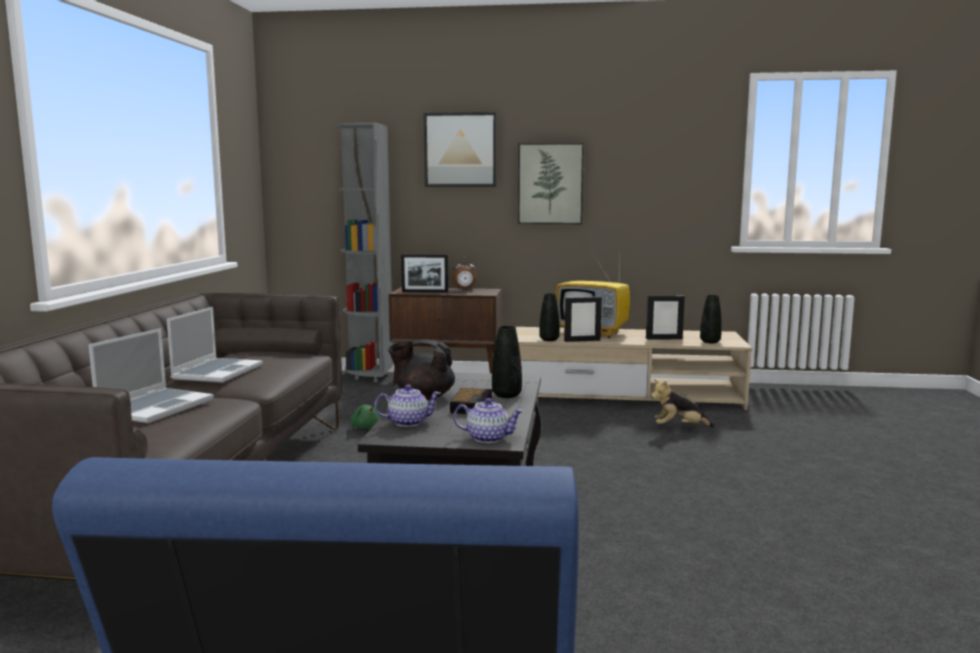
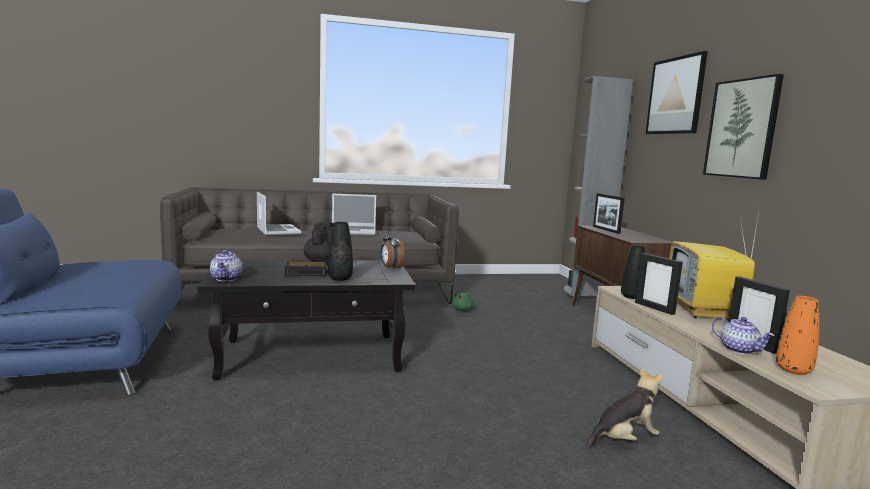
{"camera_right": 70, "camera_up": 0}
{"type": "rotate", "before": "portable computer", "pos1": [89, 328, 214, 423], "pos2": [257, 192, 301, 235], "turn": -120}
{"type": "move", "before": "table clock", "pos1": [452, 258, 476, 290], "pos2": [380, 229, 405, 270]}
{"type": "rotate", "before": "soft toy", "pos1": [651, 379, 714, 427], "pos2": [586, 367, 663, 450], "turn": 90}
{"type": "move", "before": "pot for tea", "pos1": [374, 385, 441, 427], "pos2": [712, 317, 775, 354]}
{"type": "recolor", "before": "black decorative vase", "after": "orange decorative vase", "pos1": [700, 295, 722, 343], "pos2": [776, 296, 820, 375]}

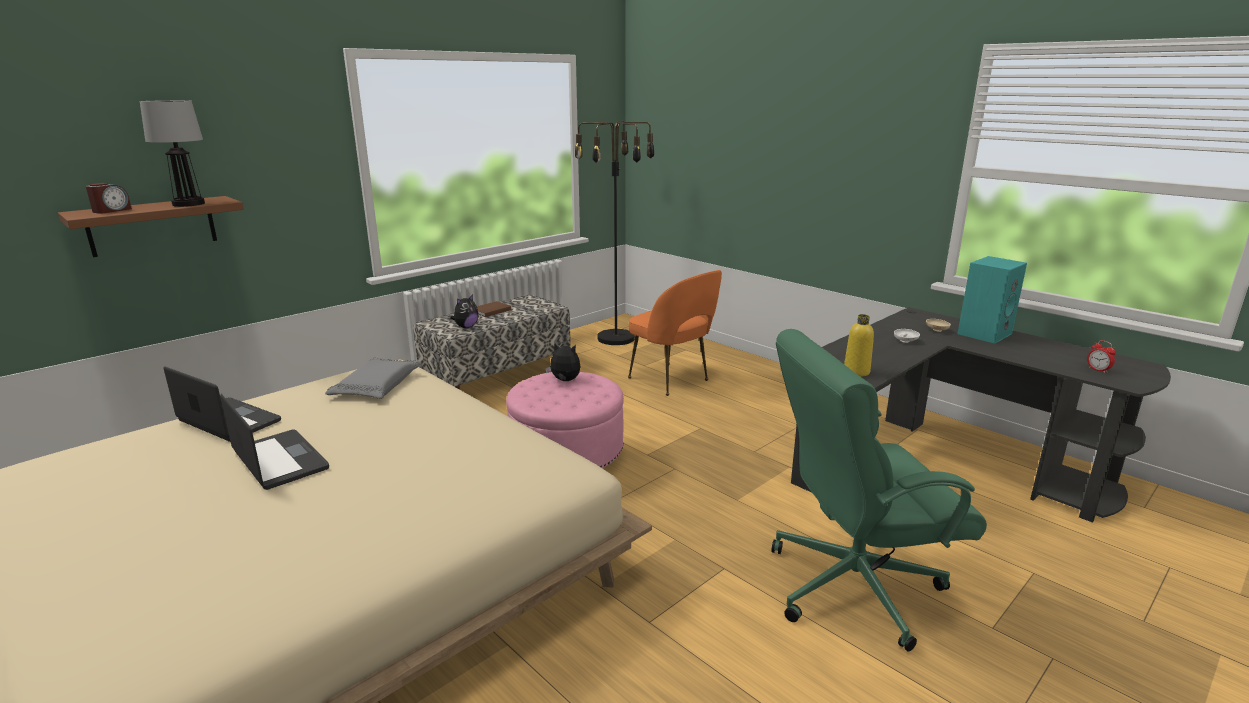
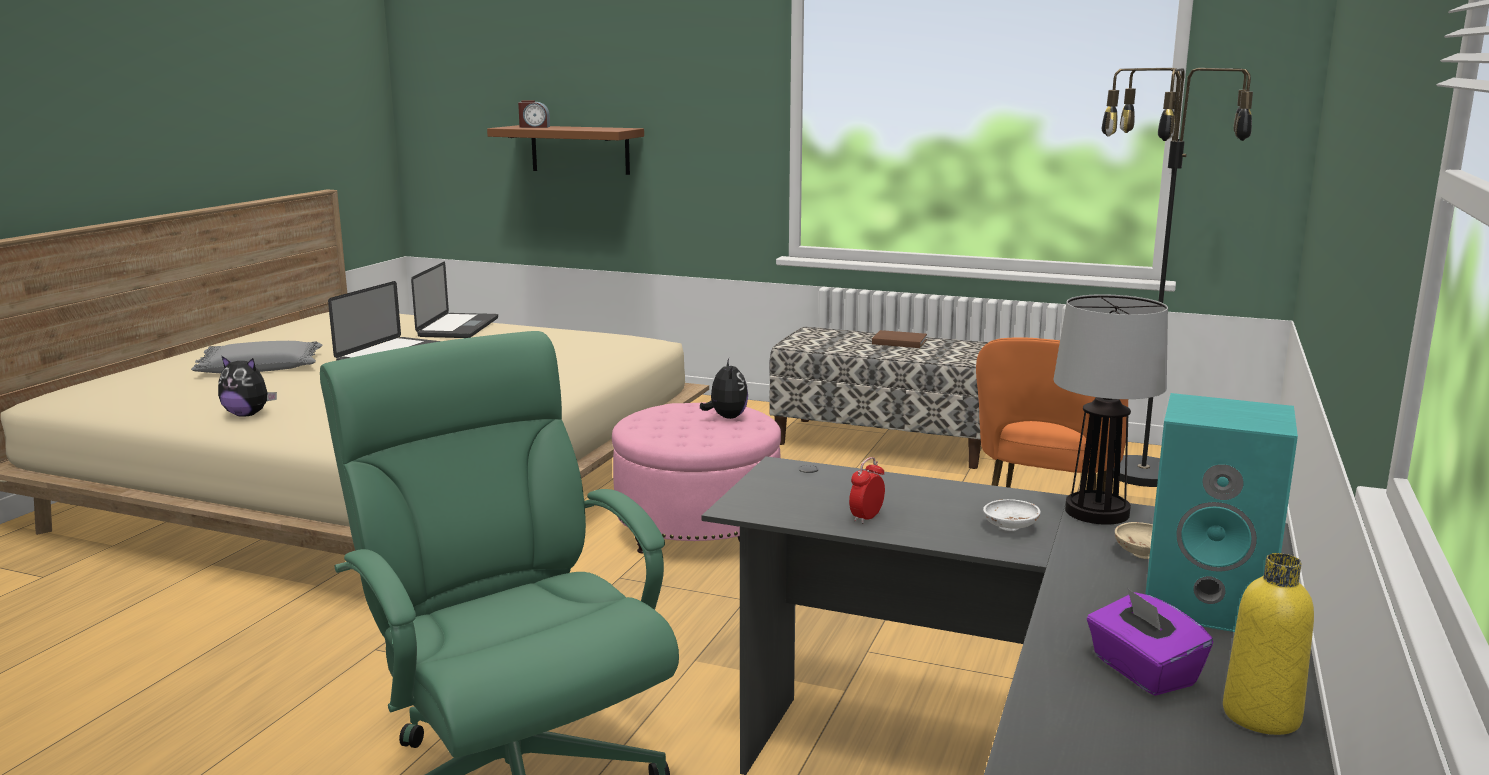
{"camera_right": 65, "camera_up": -5}
{"type": "move", "before": "grey cushion", "pos1": [325, 357, 422, 399], "pos2": [191, 341, 322, 373]}
{"type": "move", "before": "soft toy", "pos1": [450, 294, 479, 328], "pos2": [218, 356, 277, 417]}
{"type": "move", "before": "table clock", "pos1": [1087, 340, 1116, 373], "pos2": [849, 457, 885, 524]}
{"type": "move", "before": "lamp for a table", "pos1": [140, 100, 205, 207], "pos2": [1053, 294, 1168, 525]}
{"type": "insert", "after": "purple-coloured tissue box", "pos2": [1087, 587, 1213, 696]}
{"type": "move", "before": "yellow-coloured bottle", "pos1": [844, 314, 874, 377], "pos2": [1223, 553, 1314, 735]}

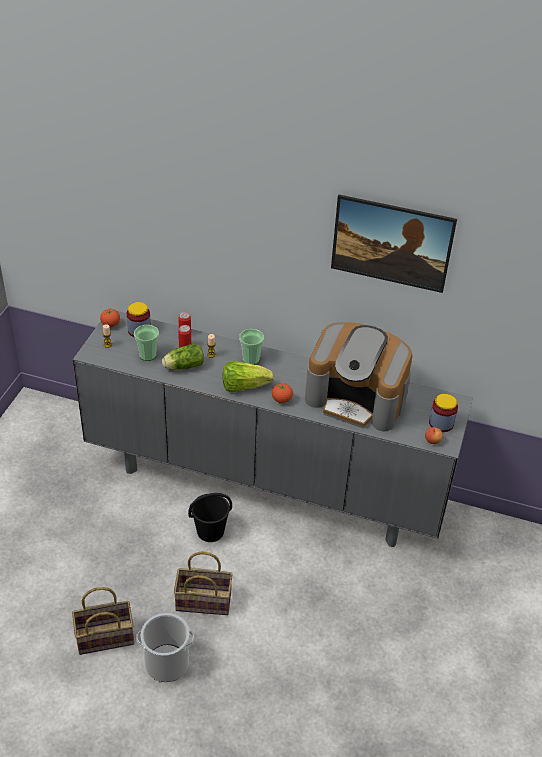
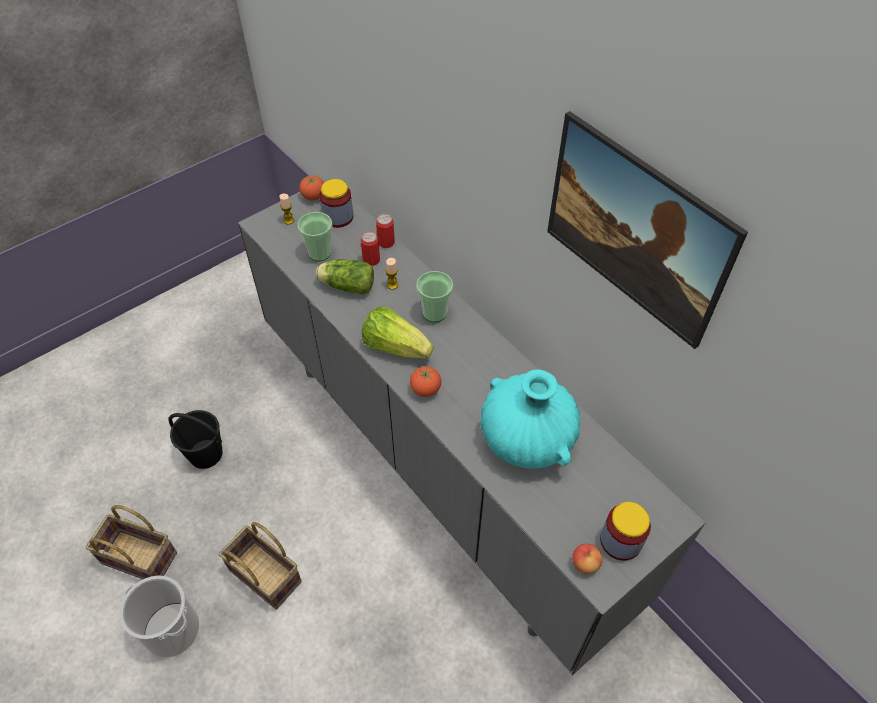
{"camera_right": 35, "camera_up": 10}
{"type": "move", "before": "black water bucket", "pos1": [188, 493, 232, 542], "pos2": [168, 410, 223, 469]}
{"type": "replace", "before": "coffee machine", "after": "turquoise-coloured decorative vase", "pos1": [305, 322, 412, 431], "pos2": [480, 369, 580, 469]}

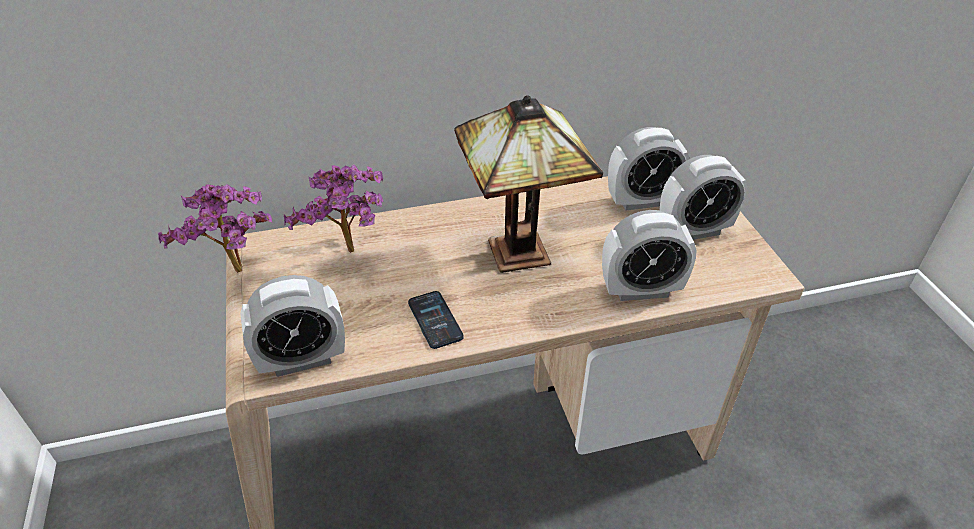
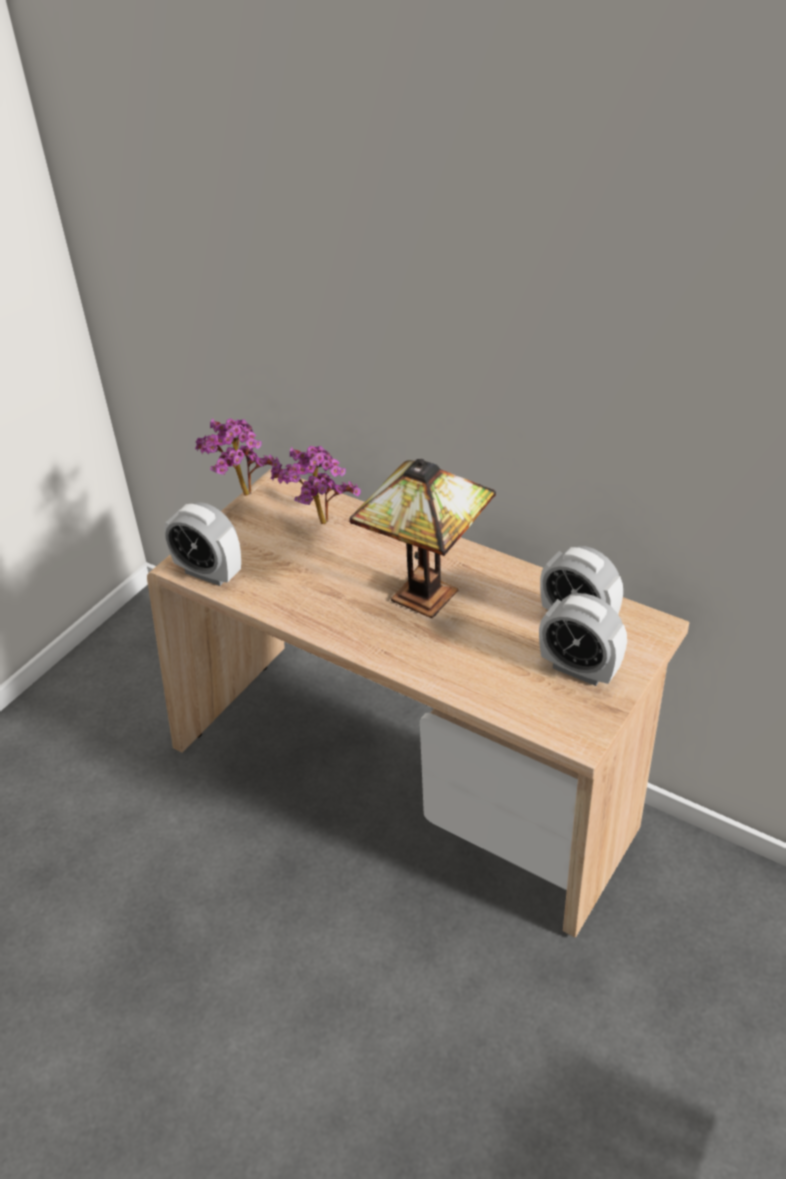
{"camera_right": 50, "camera_up": 0}
{"type": "delete", "before": "handset", "pos1": [408, 291, 464, 349]}
{"type": "delete", "before": "table clock", "pos1": [602, 210, 697, 301]}

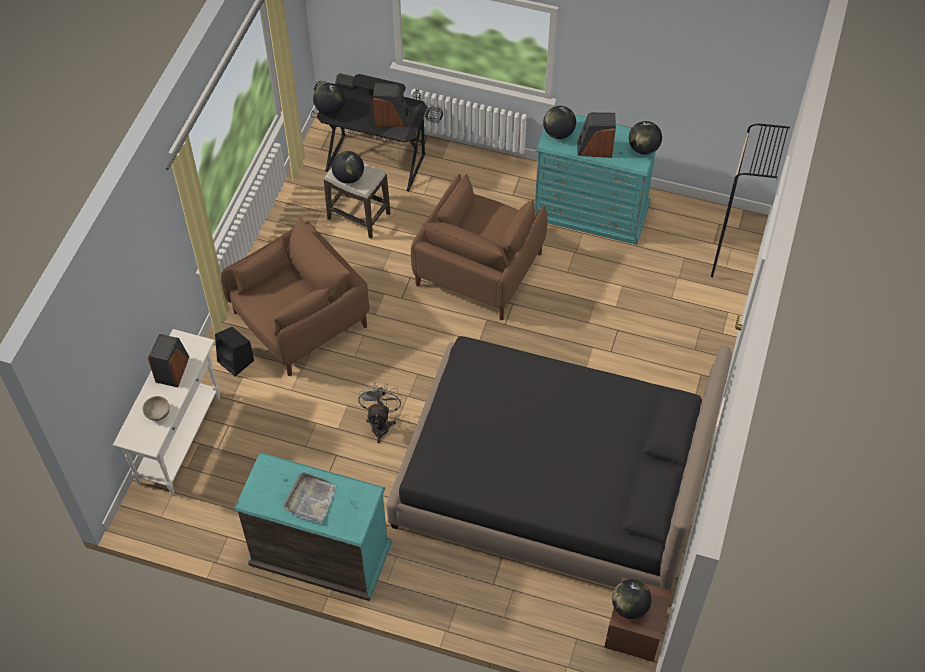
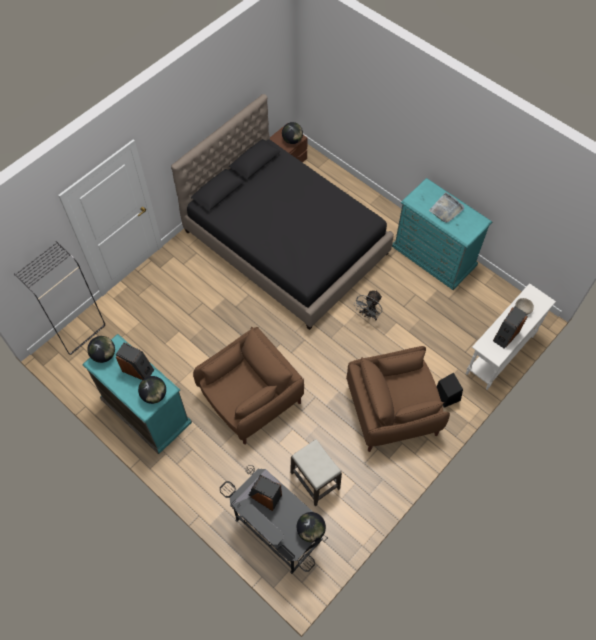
{"camera_right": -155, "camera_up": 5}
{"type": "delete", "before": "world globe", "pos1": [332, 151, 364, 184]}

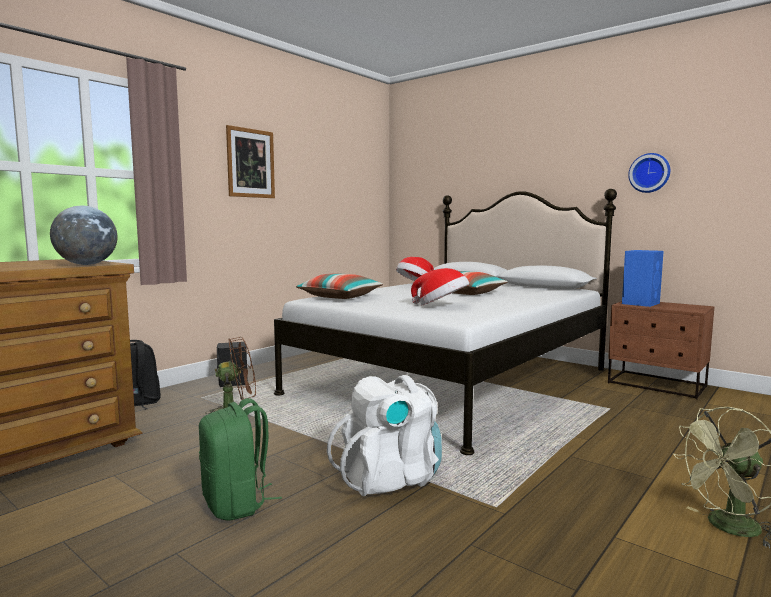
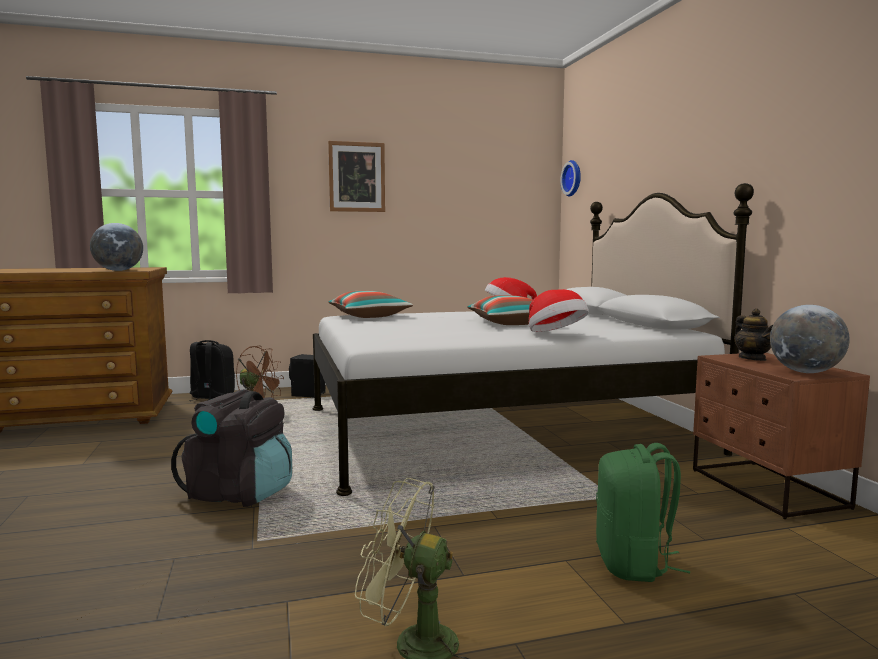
{"camera_right": 35, "camera_up": 0}
{"type": "recolor", "before": "white backpack", "after": "black backpack", "pos1": [327, 375, 442, 496], "pos2": [171, 389, 292, 507]}
{"type": "move", "before": "hat", "pos1": [411, 268, 469, 306], "pos2": [529, 289, 589, 332]}
{"type": "move", "before": "wall clock", "pos1": [628, 153, 670, 193], "pos2": [561, 160, 581, 197]}
{"type": "move", "before": "green-coloured backpack", "pos1": [199, 398, 282, 520], "pos2": [596, 443, 690, 582]}
{"type": "replace", "before": "bluish loudspeaker", "after": "pot for tea", "pos1": [622, 250, 664, 307], "pos2": [734, 309, 773, 361]}
{"type": "insert", "after": "world globe", "pos2": [770, 305, 850, 373]}

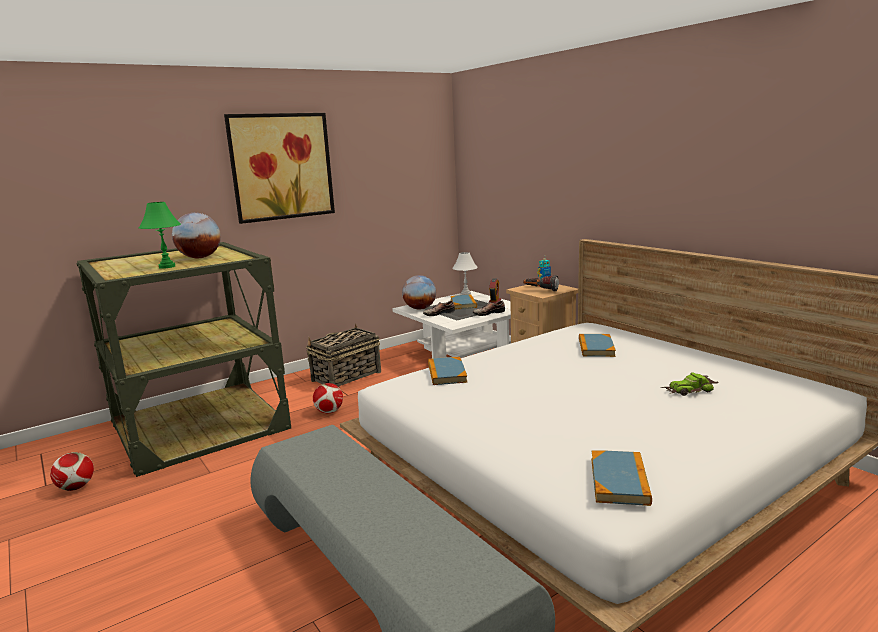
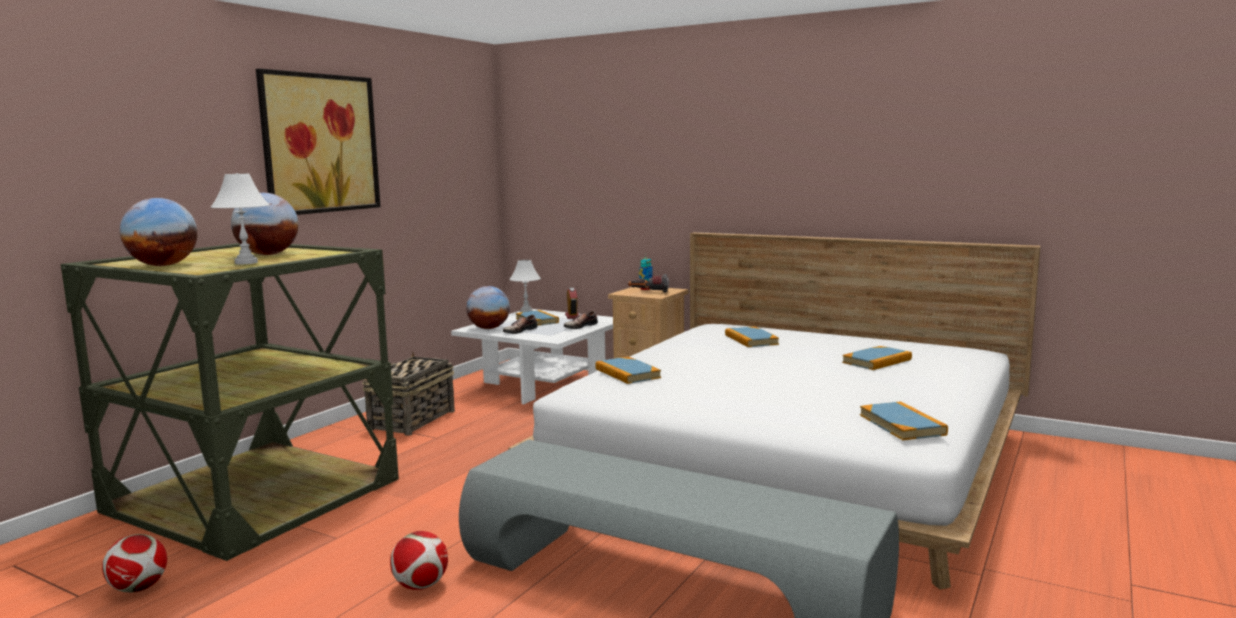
{"camera_right": -25, "camera_up": -5}
{"type": "insert", "after": "world globe", "pos2": [120, 198, 198, 266]}
{"type": "recolor", "before": "green-coloured lamp for a table", "after": "white lamp for a table", "pos1": [139, 202, 181, 269], "pos2": [211, 173, 269, 264]}
{"type": "move", "before": "football ball", "pos1": [313, 383, 343, 414], "pos2": [390, 531, 448, 590]}
{"type": "replace", "before": "toy car", "after": "volume", "pos1": [660, 372, 719, 396], "pos2": [842, 346, 912, 370]}

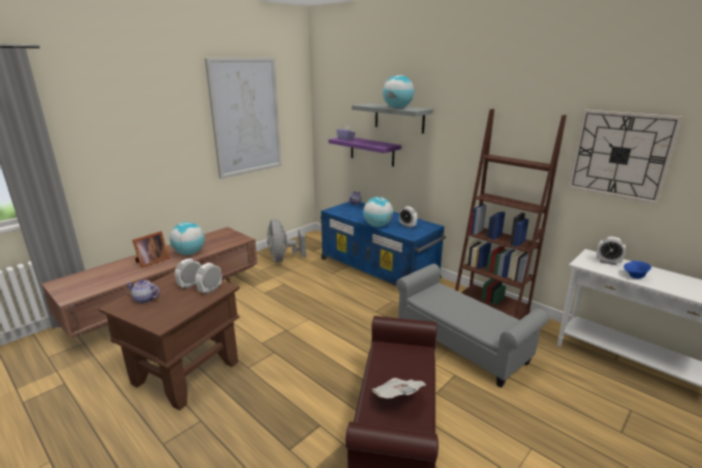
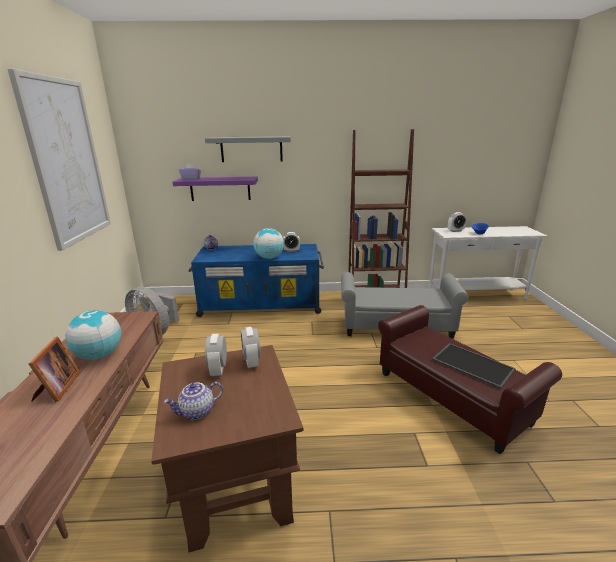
{"camera_right": -45, "camera_up": 0}
{"type": "replace", "before": "daily paper", "after": "carrying tray", "pos1": [371, 378, 426, 398], "pos2": [432, 343, 516, 390]}
{"type": "delete", "before": "world globe", "pos1": [383, 75, 414, 108]}
{"type": "delete", "before": "wall clock", "pos1": [568, 110, 683, 204]}

